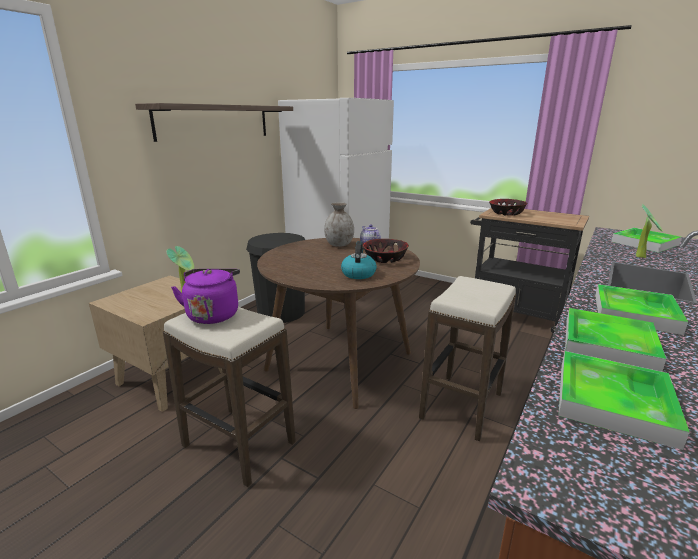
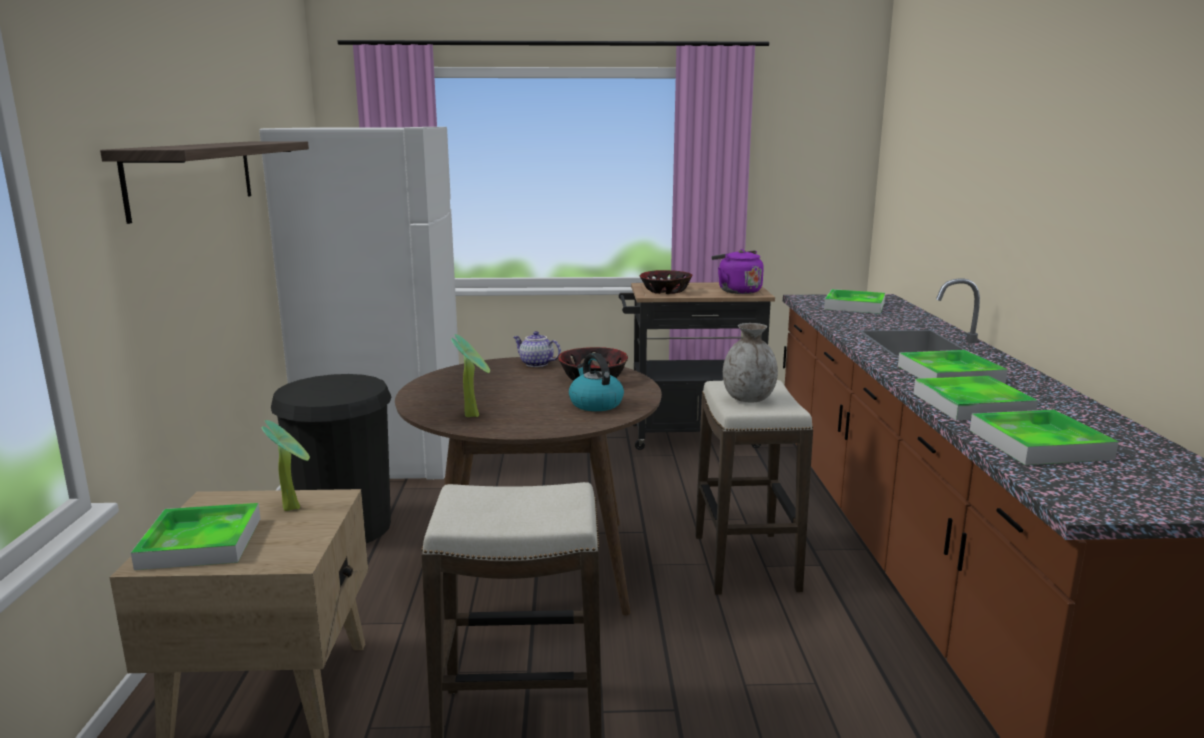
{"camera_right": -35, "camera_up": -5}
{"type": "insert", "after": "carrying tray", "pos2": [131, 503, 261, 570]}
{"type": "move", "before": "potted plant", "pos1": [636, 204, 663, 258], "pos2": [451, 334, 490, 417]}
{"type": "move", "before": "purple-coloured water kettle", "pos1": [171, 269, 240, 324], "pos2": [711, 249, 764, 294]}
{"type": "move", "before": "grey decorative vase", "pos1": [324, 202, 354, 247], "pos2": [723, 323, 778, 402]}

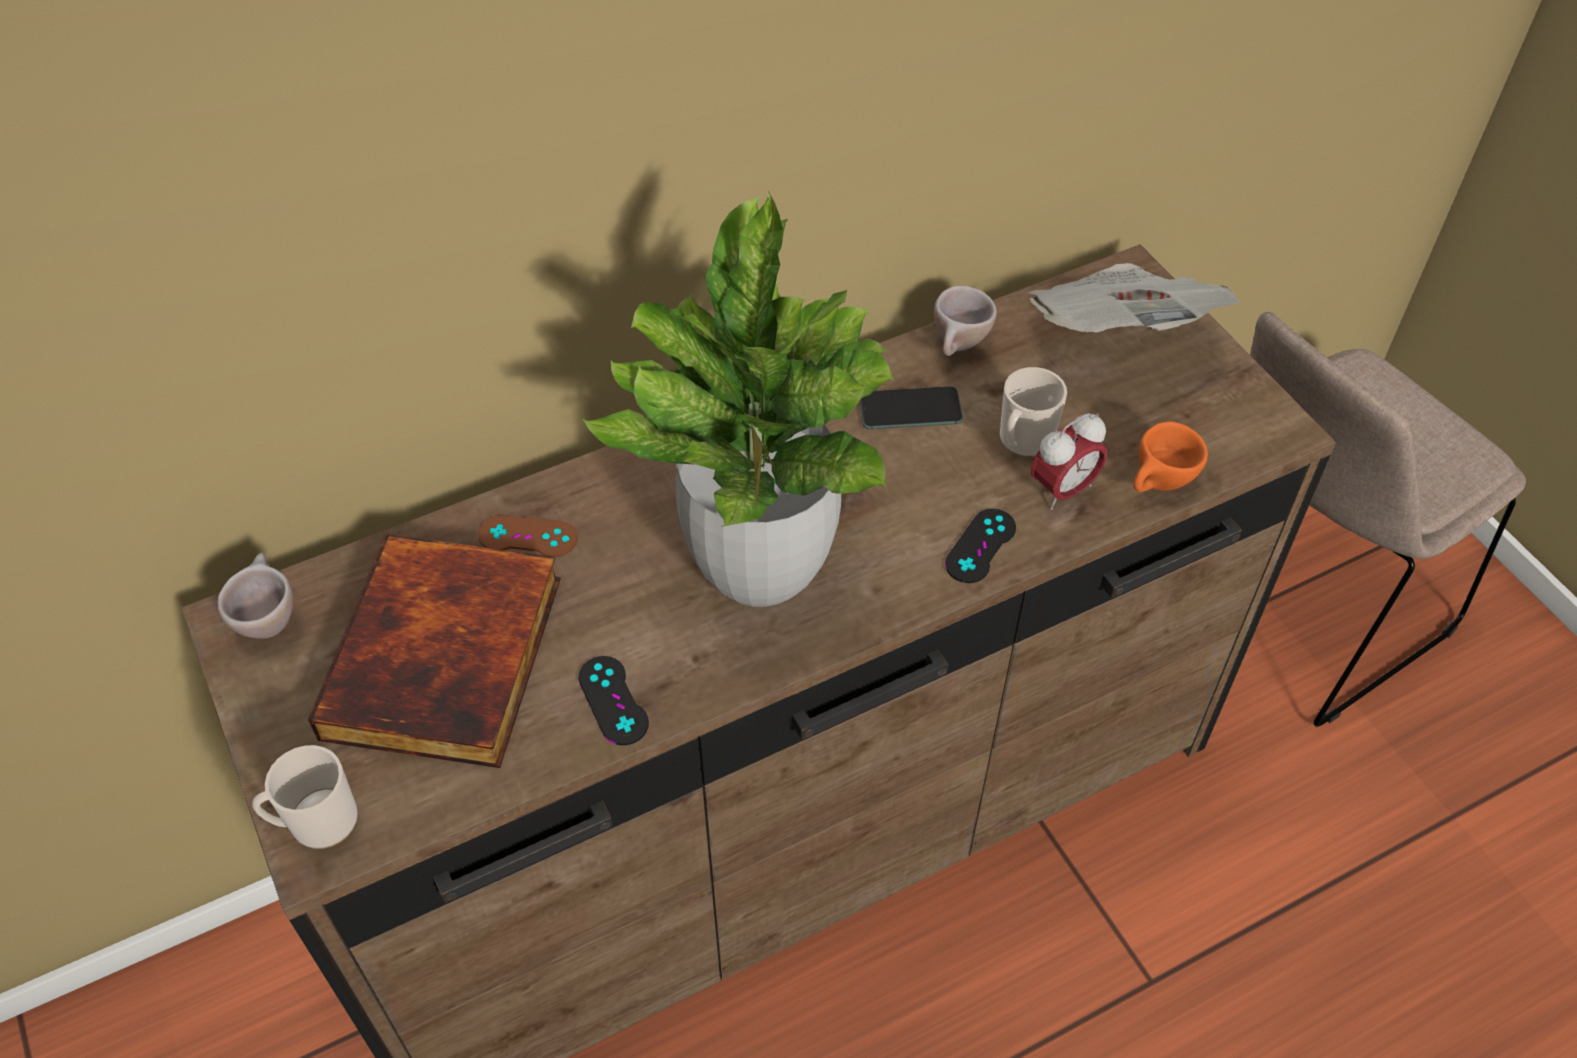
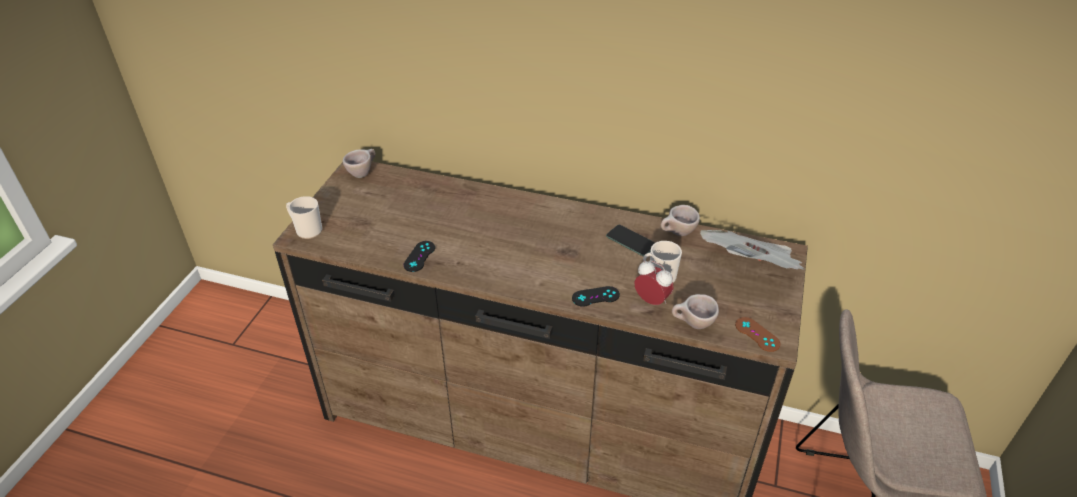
{"camera_right": 45, "camera_up": -10}
{"type": "rotate", "before": "table clock", "pos1": [1031, 413, 1107, 510], "pos2": [634, 260, 673, 305], "turn": -150}
{"type": "recolor", "before": "orange small cup", "after": "beige-coloured small cup", "pos1": [1133, 421, 1208, 492], "pos2": [672, 294, 719, 329]}
{"type": "move", "before": "brown gamepad", "pos1": [478, 515, 578, 557], "pos2": [735, 317, 780, 352]}
{"type": "delete", "before": "volume", "pos1": [308, 534, 561, 768]}
{"type": "delete", "before": "potted plant", "pos1": [582, 191, 894, 607]}

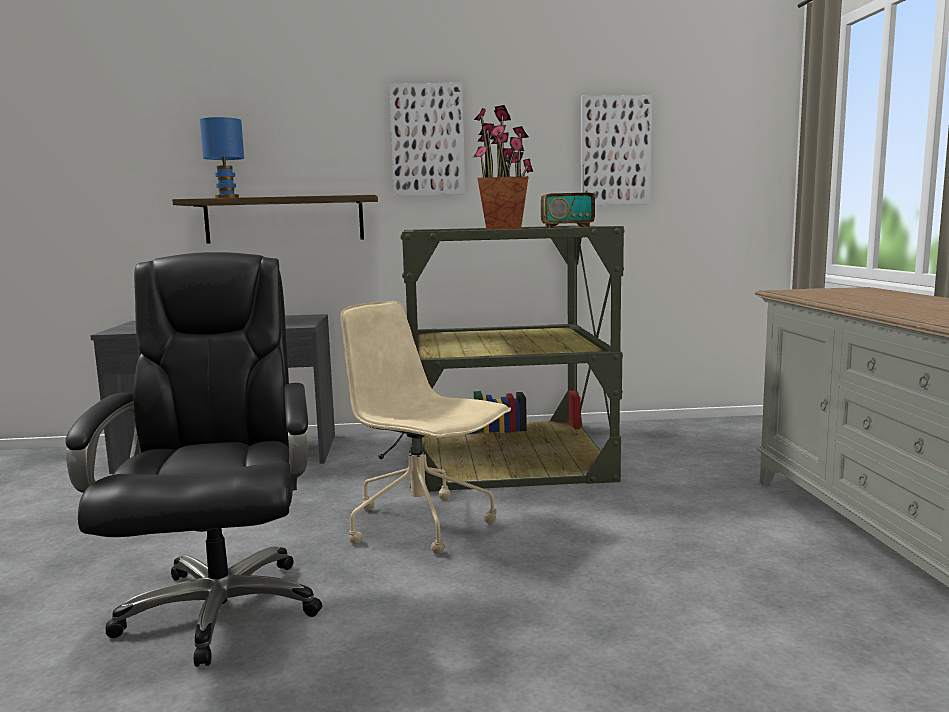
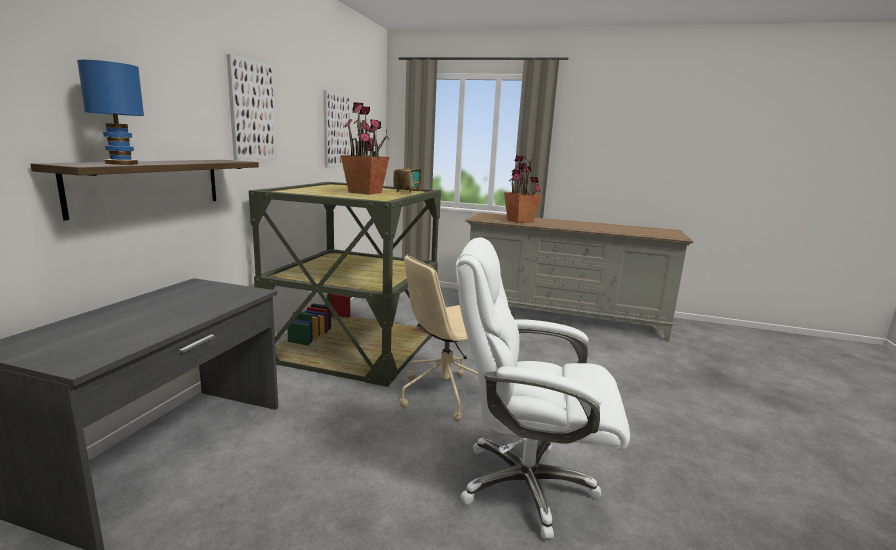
{"camera_right": -70, "camera_up": 5}
{"type": "recolor", "before": "black desk chair", "after": "white desk chair", "pos1": [65, 252, 322, 667], "pos2": [456, 237, 630, 539]}
{"type": "insert", "after": "potted plant", "pos2": [504, 154, 542, 223]}

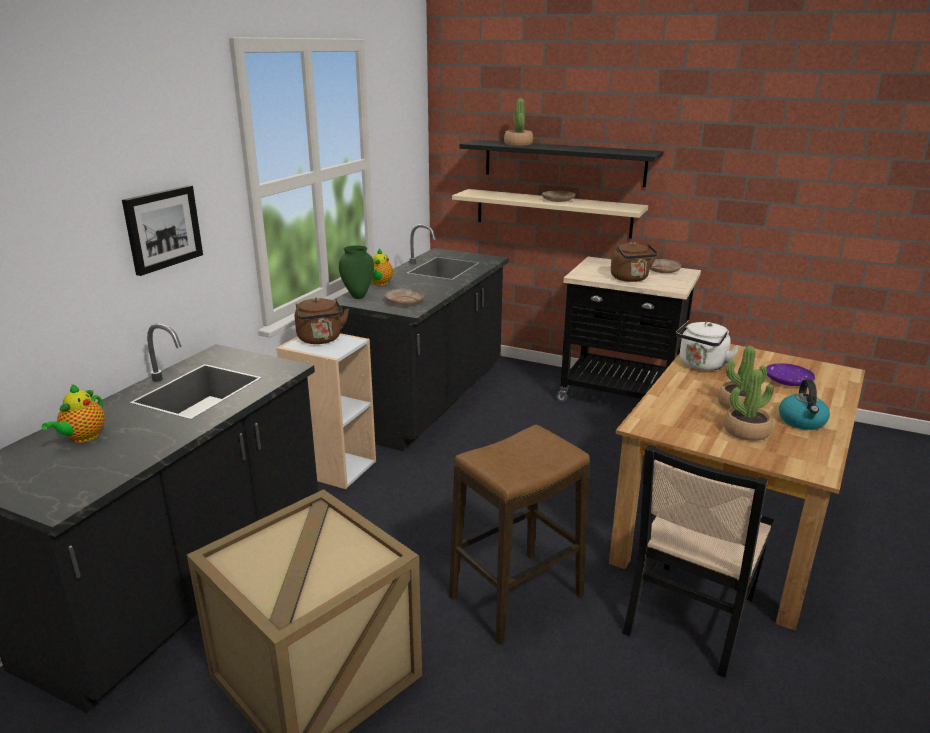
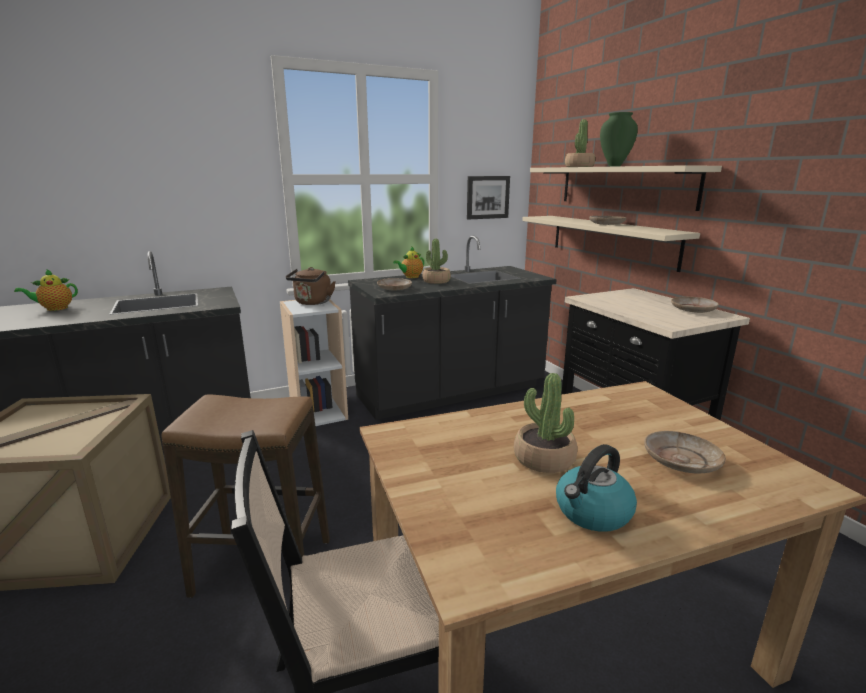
{"camera_right": 40, "camera_up": -5}
{"type": "move", "before": "potted plant", "pos1": [724, 369, 774, 441], "pos2": [422, 239, 451, 284]}
{"type": "move", "before": "picture", "pos1": [122, 185, 203, 276], "pos2": [467, 176, 510, 220]}
{"type": "recolor", "before": "black wall shelf", "after": "beige-coloured wall shelf", "pos1": [460, 140, 663, 187], "pos2": [530, 165, 722, 211]}
{"type": "move", "before": "green-coloured decorative vase", "pos1": [339, 245, 374, 299], "pos2": [600, 112, 638, 167]}
{"type": "recolor", "before": "purple-coloured plate", "after": "beige-coloured plate", "pos1": [766, 363, 815, 386], "pos2": [644, 431, 726, 473]}
{"type": "delete", "before": "brown water kettle", "pos1": [611, 242, 658, 282]}
{"type": "delete", "before": "white water kettle", "pos1": [676, 321, 740, 371]}

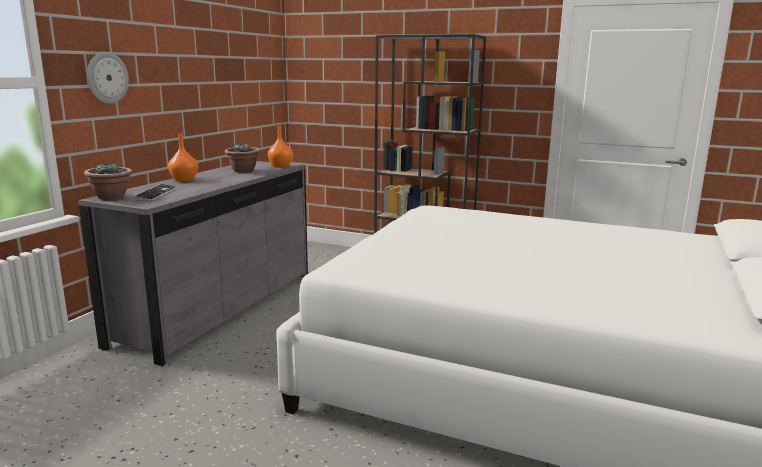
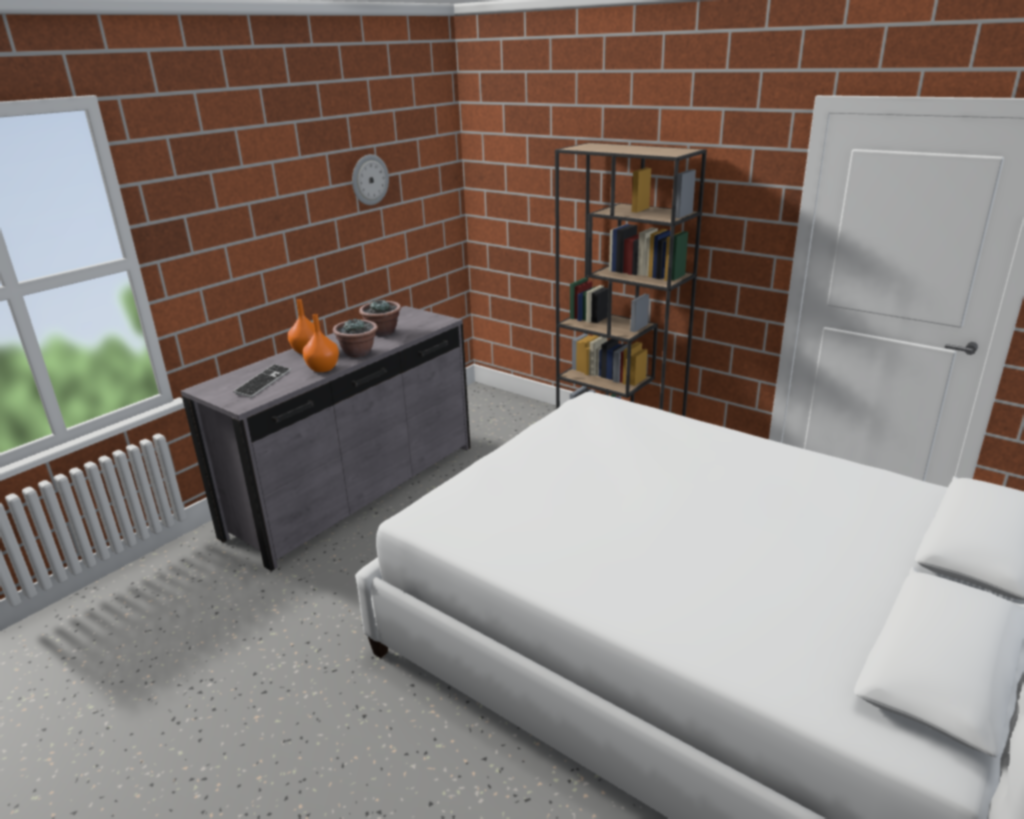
{"camera_right": 15, "camera_up": 10}
{"type": "move", "before": "orange decorative vase", "pos1": [268, 126, 293, 168], "pos2": [303, 314, 339, 372]}
{"type": "move", "before": "potted plant", "pos1": [84, 162, 132, 200], "pos2": [332, 318, 378, 357]}
{"type": "move", "before": "wall clock", "pos1": [87, 52, 129, 104], "pos2": [352, 154, 389, 205]}

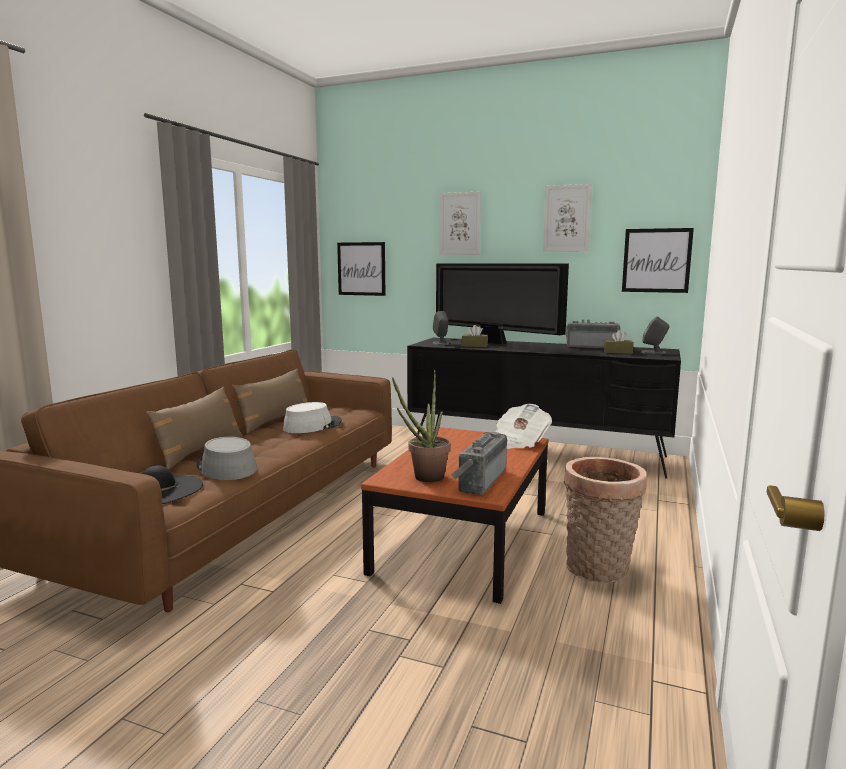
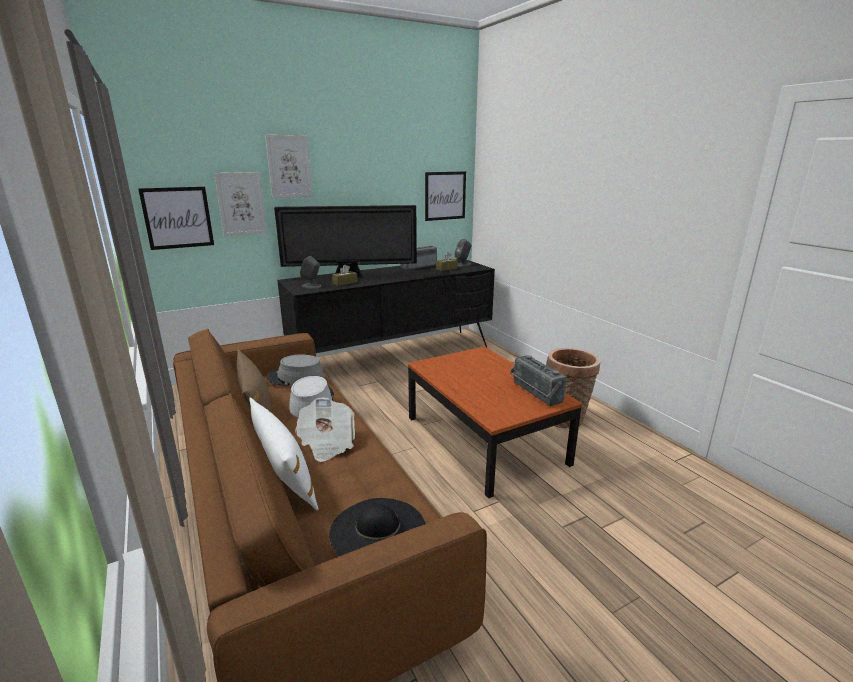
{"camera_right": -50, "camera_up": 10}
{"type": "move", "before": "picture", "pos1": [543, 184, 592, 252], "pos2": [214, 172, 267, 236]}
{"type": "recolor", "before": "brown cushion", "after": "white cushion", "pos1": [146, 387, 243, 469], "pos2": [249, 398, 319, 511]}
{"type": "move", "before": "grey hat", "pos1": [197, 437, 257, 480], "pos2": [267, 354, 325, 386]}
{"type": "move", "before": "daily paper", "pos1": [495, 404, 552, 449], "pos2": [295, 397, 355, 462]}
{"type": "delete", "before": "potted plant", "pos1": [392, 370, 451, 482]}

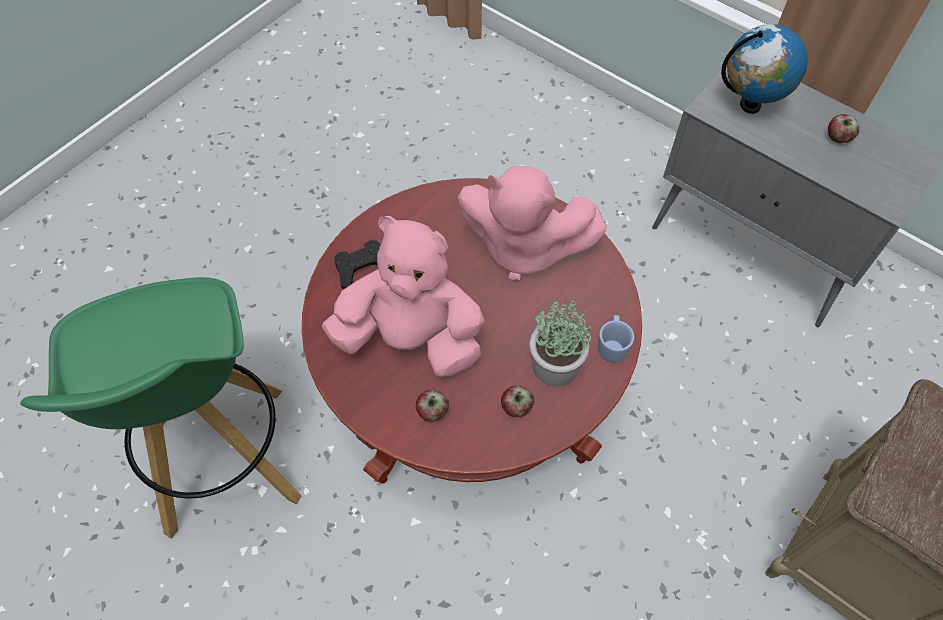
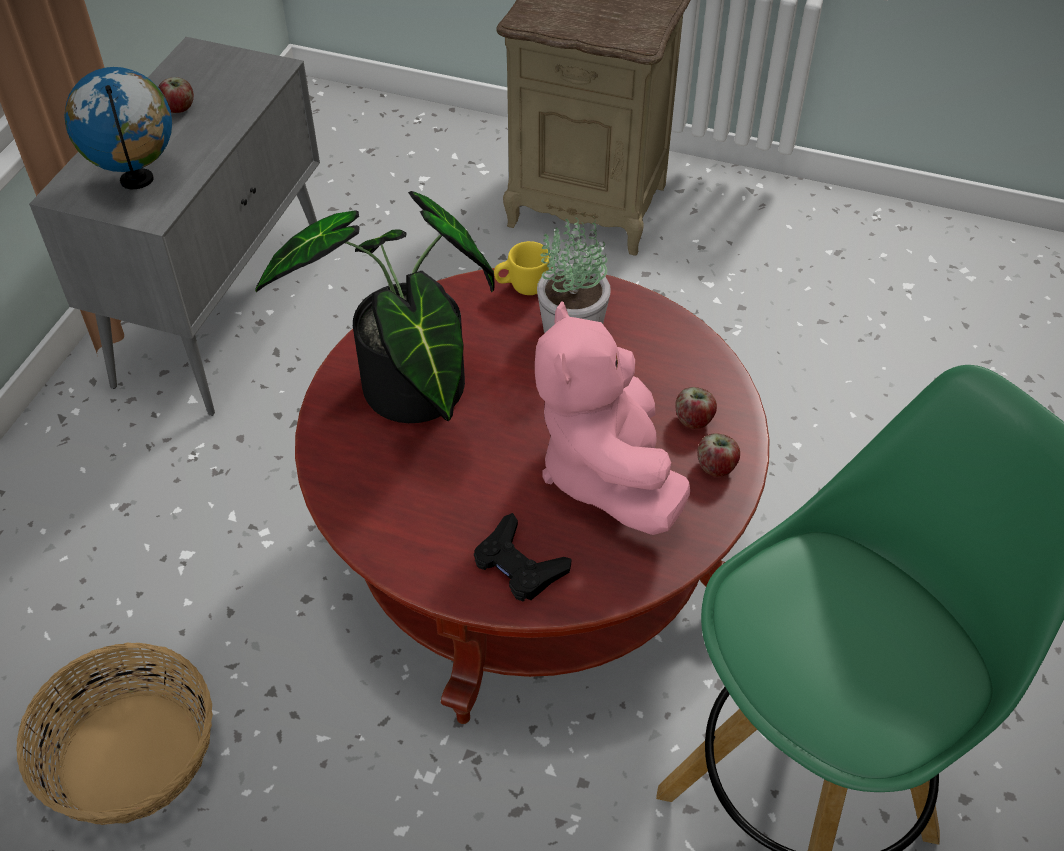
{"camera_right": -110, "camera_up": -10}
{"type": "insert", "after": "basket", "pos2": [16, 642, 213, 825]}
{"type": "replace", "before": "pinkish soft toy", "after": "potted plant", "pos1": [458, 166, 607, 281], "pos2": [255, 191, 494, 423]}
{"type": "recolor", "before": "bluish tea mug", "after": "yellow-coloured tea mug", "pos1": [598, 315, 634, 362], "pos2": [494, 241, 551, 295]}
{"type": "move", "before": "apple fruit", "pos1": [501, 385, 534, 417], "pos2": [697, 433, 740, 477]}

